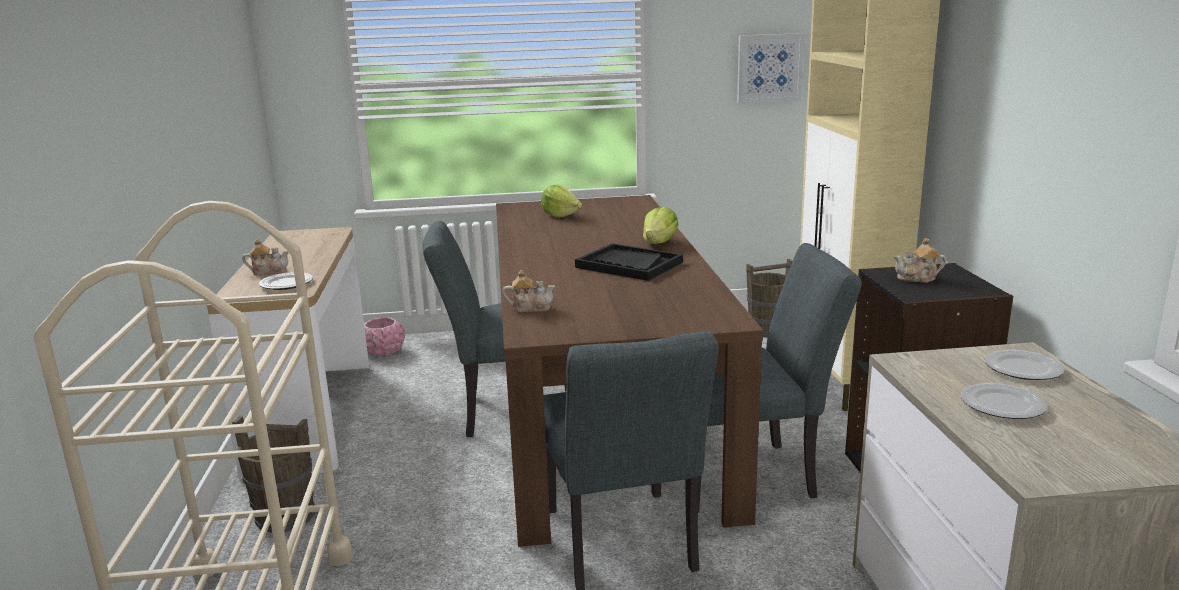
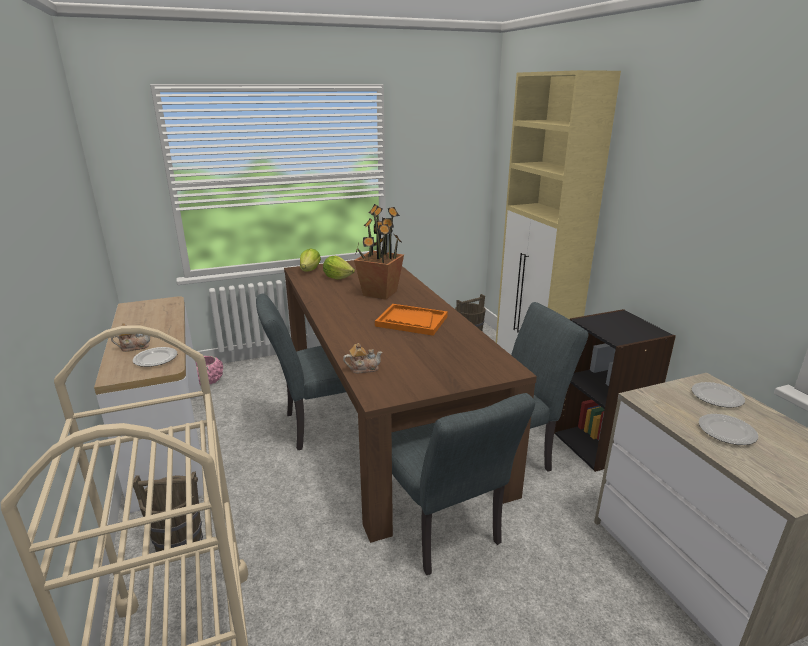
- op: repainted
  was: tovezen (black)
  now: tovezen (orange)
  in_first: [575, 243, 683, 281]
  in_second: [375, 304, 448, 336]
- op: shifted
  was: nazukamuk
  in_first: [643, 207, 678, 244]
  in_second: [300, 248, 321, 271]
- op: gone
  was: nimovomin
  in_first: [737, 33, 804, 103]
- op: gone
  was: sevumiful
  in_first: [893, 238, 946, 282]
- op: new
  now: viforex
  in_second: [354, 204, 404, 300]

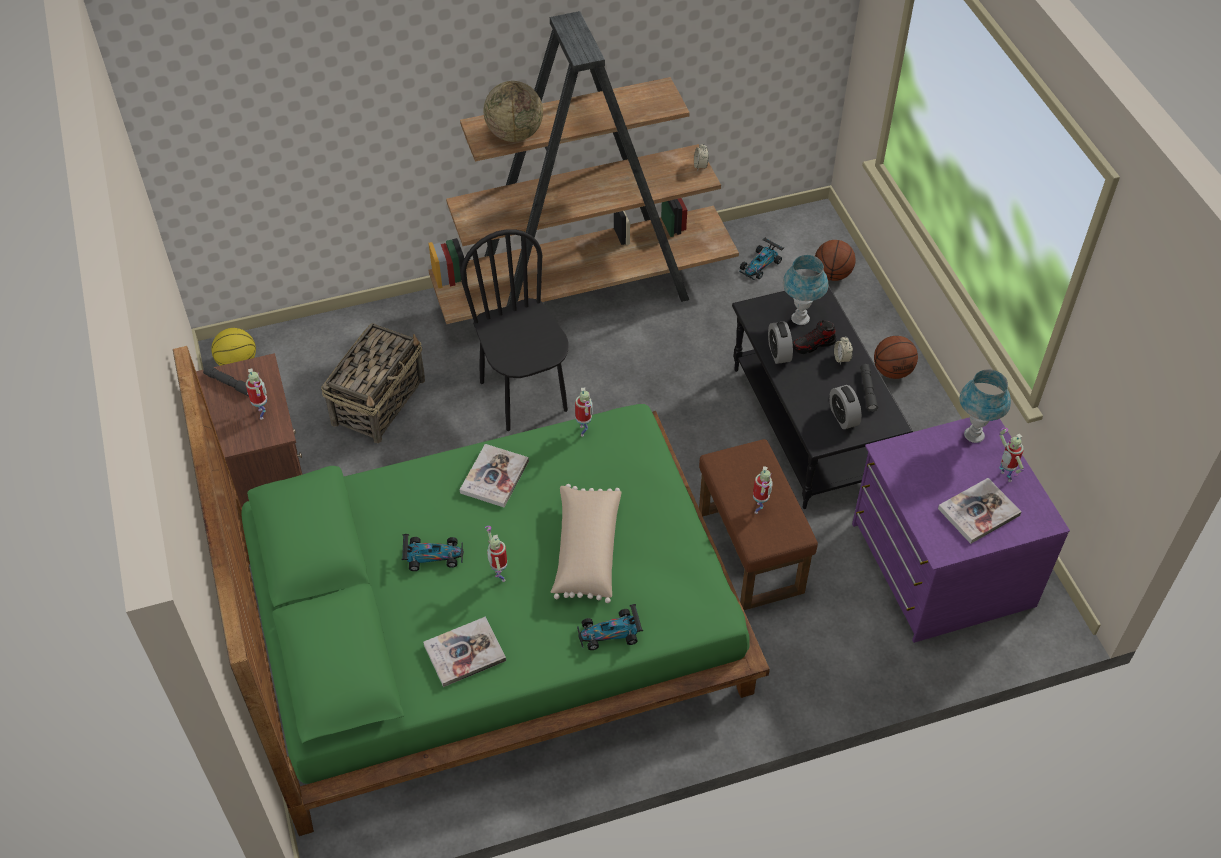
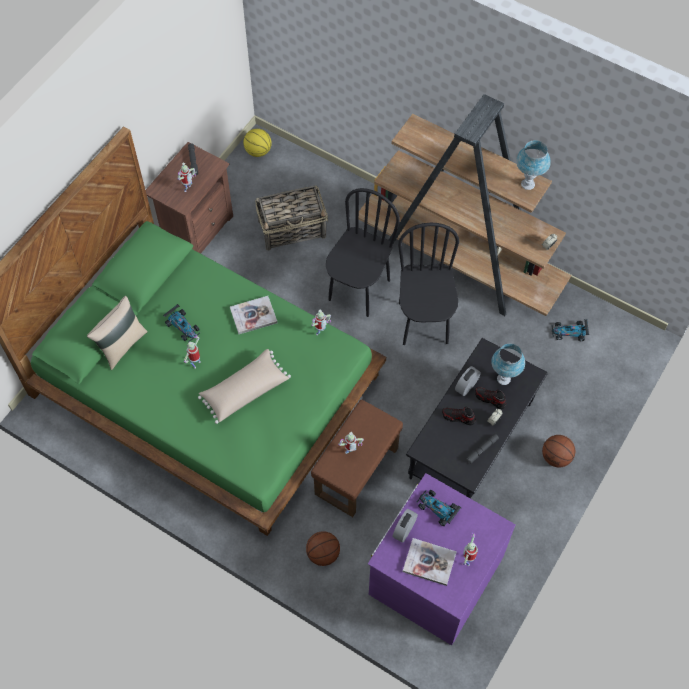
- op: gone
  was: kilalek
  in_first: [423, 617, 506, 687]
- op: gone
  was: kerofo
  in_first: [484, 81, 543, 142]
- op: shifted
  was: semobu
  in_first: [577, 604, 643, 650]
  in_second: [416, 490, 461, 526]
- op: shifted
  was: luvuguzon
  in_first: [815, 240, 856, 281]
  in_second: [306, 531, 340, 566]
- op: shifted
  was: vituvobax
  in_first: [829, 385, 862, 429]
  in_second: [393, 509, 418, 543]
- op: shifted
  was: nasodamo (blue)
  in_first: [959, 369, 1011, 443]
  in_second: [516, 140, 551, 190]
- op: new
  now: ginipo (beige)
  in_second: [87, 296, 148, 370]
- op: new
  now: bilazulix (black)
  in_second: [398, 223, 459, 345]
- op: new
  now: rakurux
  in_second: [442, 407, 476, 425]

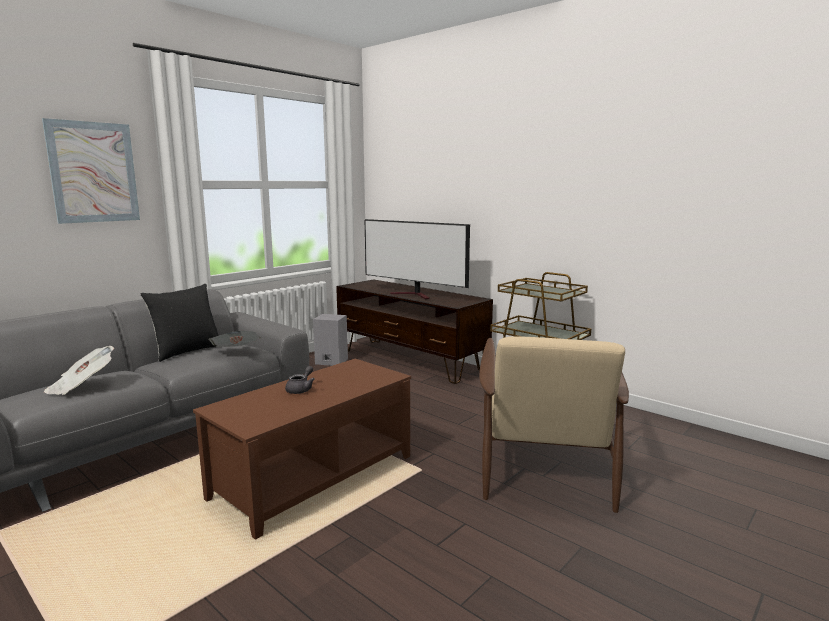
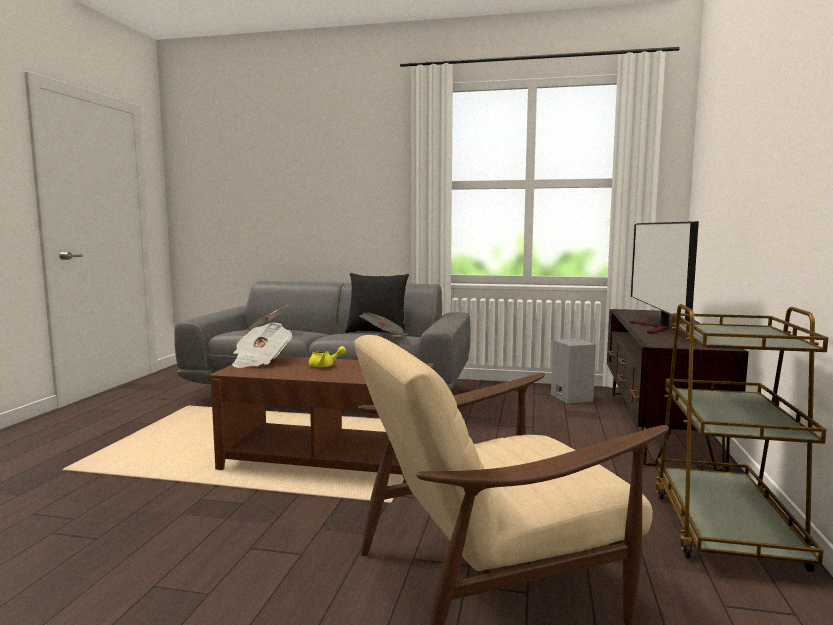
- op: gone
  was: nimovomin
  in_first: [42, 118, 140, 224]
- op: repainted
  was: sevumiful (grey)
  now: sevumiful (yellow)
  in_first: [285, 366, 315, 394]
  in_second: [309, 346, 346, 368]
- op: new
  now: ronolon
  in_second: [232, 323, 292, 368]

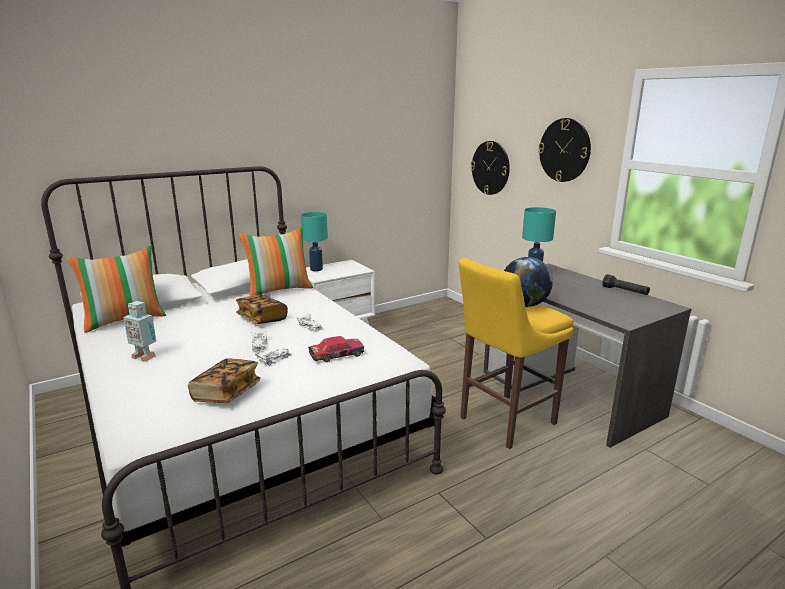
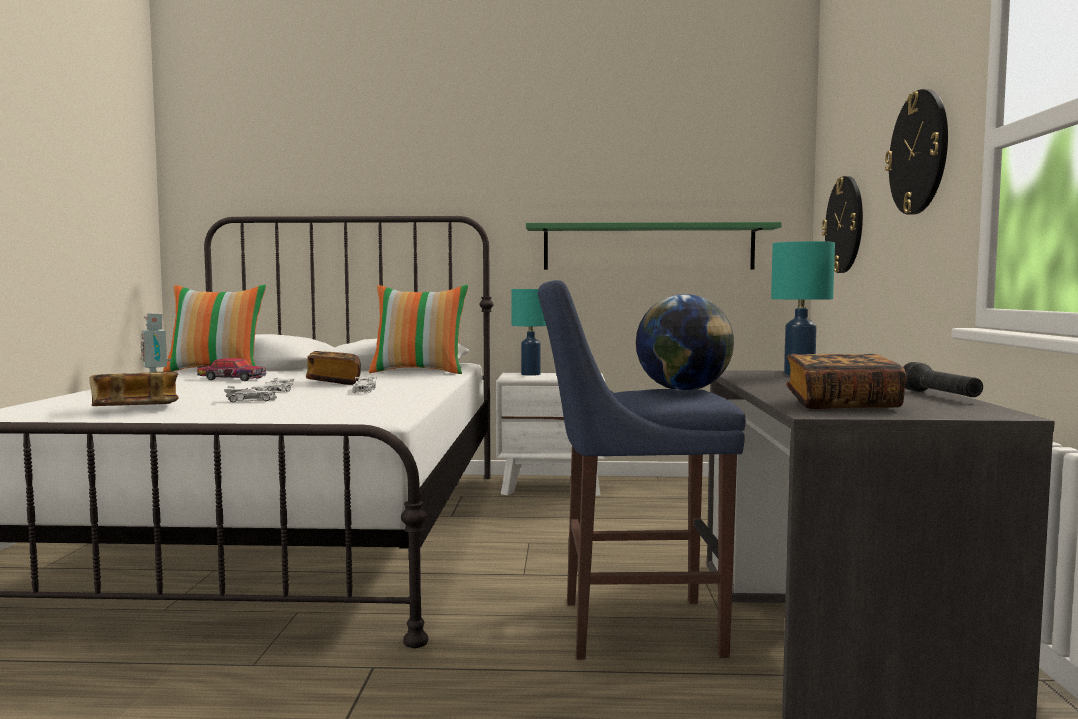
- op: shifted
  was: semobu
  in_first: [308, 336, 364, 362]
  in_second: [197, 358, 266, 381]
- op: repainted
  was: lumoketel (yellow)
  now: lumoketel (blue)
  in_first: [459, 258, 573, 449]
  in_second: [538, 280, 746, 660]
- op: new
  now: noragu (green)
  in_second: [526, 222, 782, 270]
- op: new
  now: kilalek
  in_second: [786, 354, 907, 409]

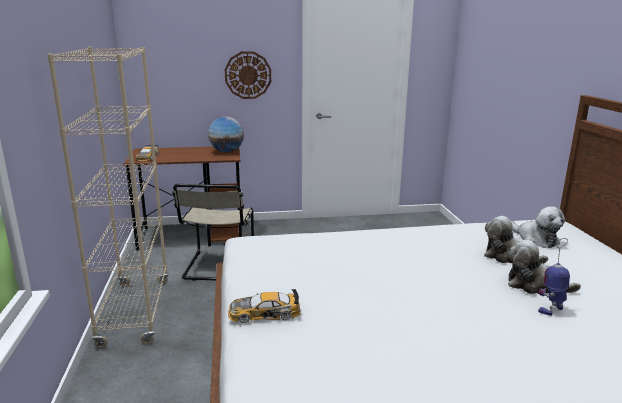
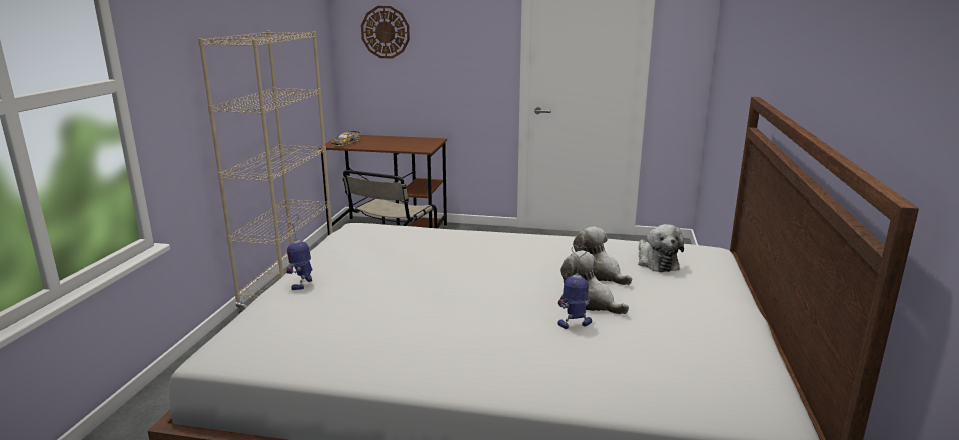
- op: gone
  was: kerofo
  in_first: [208, 117, 244, 153]
- op: shifted
  was: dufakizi
  in_first: [225, 51, 271, 99]
  in_second: [361, 6, 410, 59]
- op: swapped
  was: semobu
  now: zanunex
  in_first: [228, 289, 301, 323]
  in_second: [285, 214, 313, 290]

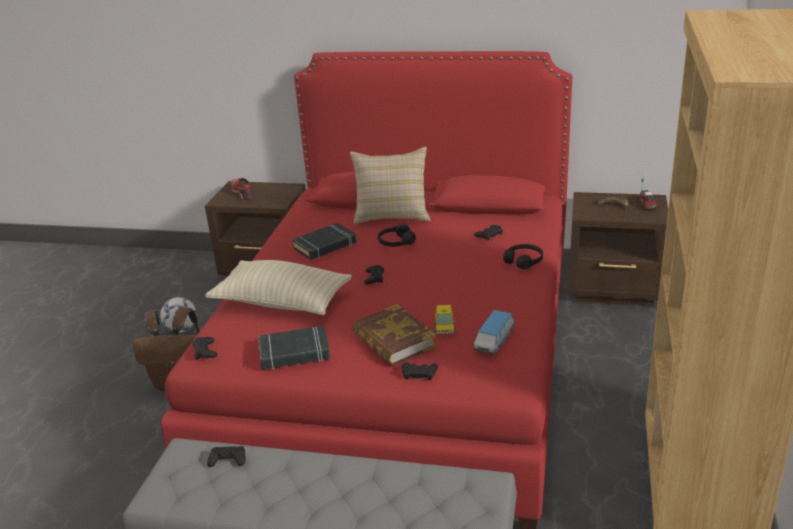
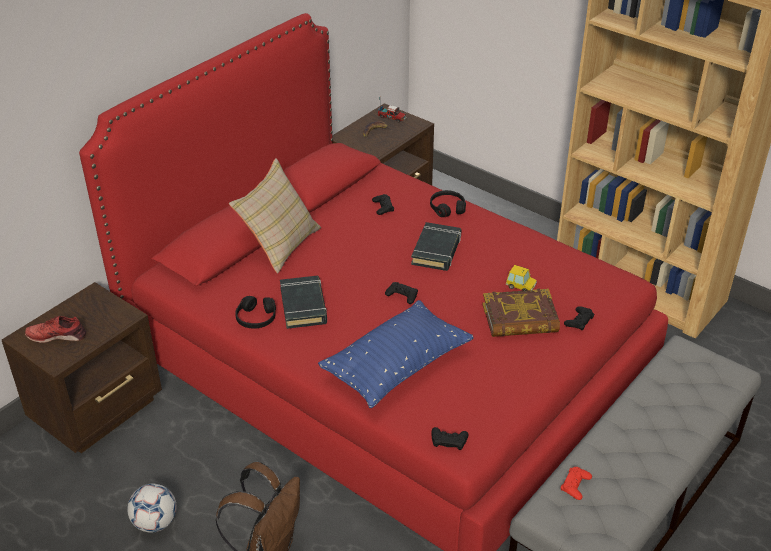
- op: repainted
  was: ginipo (beige)
  now: ginipo (blue)
  in_first: [205, 260, 352, 315]
  in_second: [318, 300, 473, 408]
- op: repainted
  was: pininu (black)
  now: pininu (red)
  in_first: [207, 446, 245, 467]
  in_second: [561, 467, 592, 500]
- op: shifted
  was: kilalek (black)
  in_first: [258, 326, 330, 370]
  in_second: [411, 222, 462, 271]
- op: shifted
  was: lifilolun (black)
  in_first: [378, 224, 416, 247]
  in_second: [235, 296, 276, 329]
- op: gone
  was: semobu
  in_first: [473, 310, 515, 354]

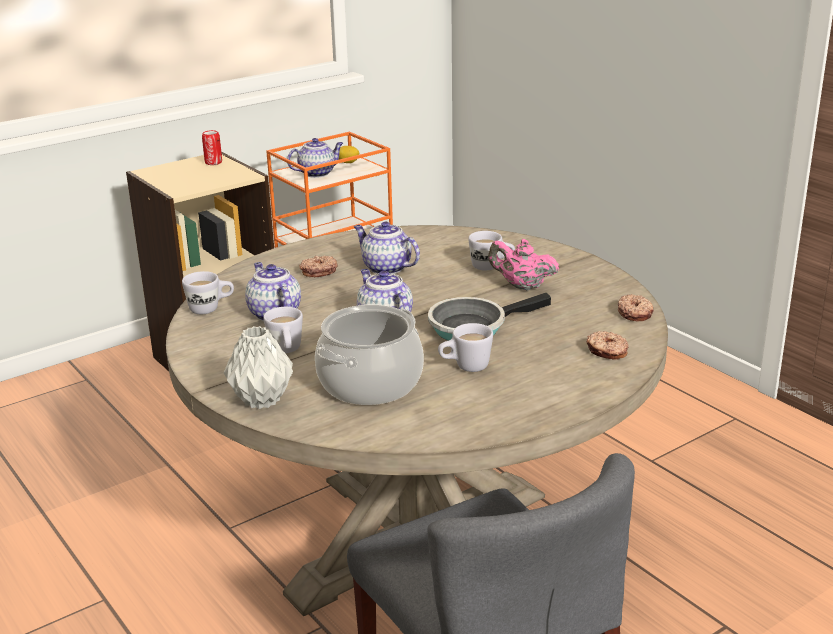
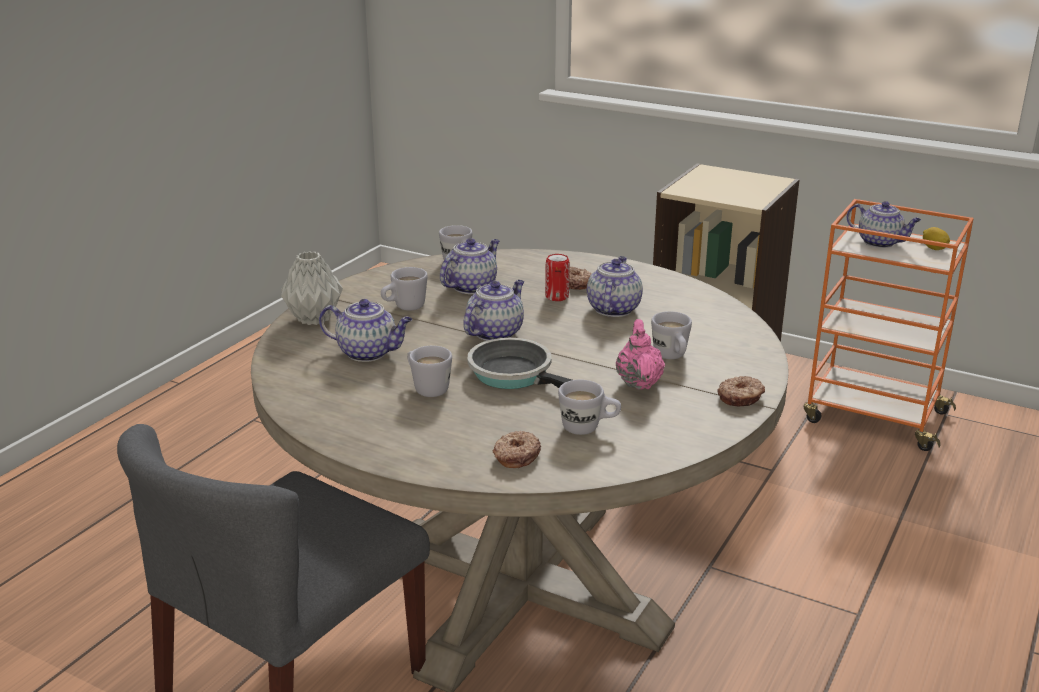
- op: shifted
  was: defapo
  in_first: [202, 130, 222, 165]
  in_second: [545, 254, 570, 301]
- op: swapped
  was: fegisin
  now: sevumiful
  in_first: [315, 305, 424, 405]
  in_second: [319, 299, 412, 362]
- op: shifted
  was: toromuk
  in_first: [618, 294, 654, 321]
  in_second: [717, 376, 765, 406]
- op: new
  now: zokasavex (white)
  in_second: [558, 380, 621, 435]

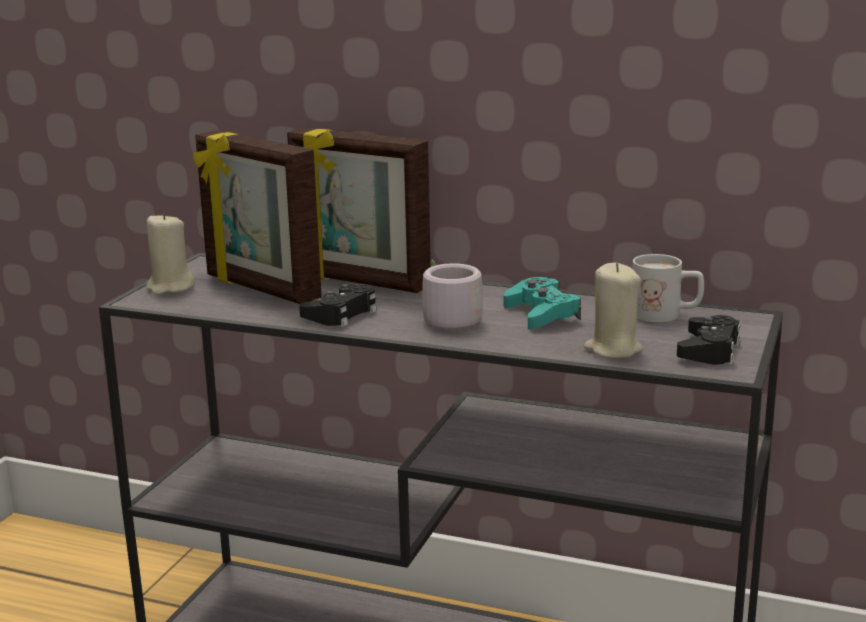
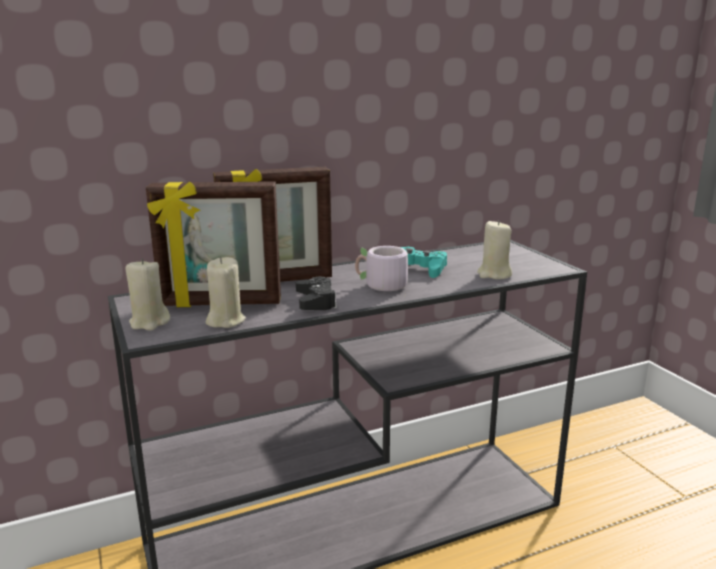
- op: gone
  was: zokasavex (white)
  in_first: [632, 254, 704, 323]
- op: gone
  was: pininu (black)
  in_first: [677, 315, 740, 365]
- op: new
  now: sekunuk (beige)
  in_second: [206, 257, 246, 328]

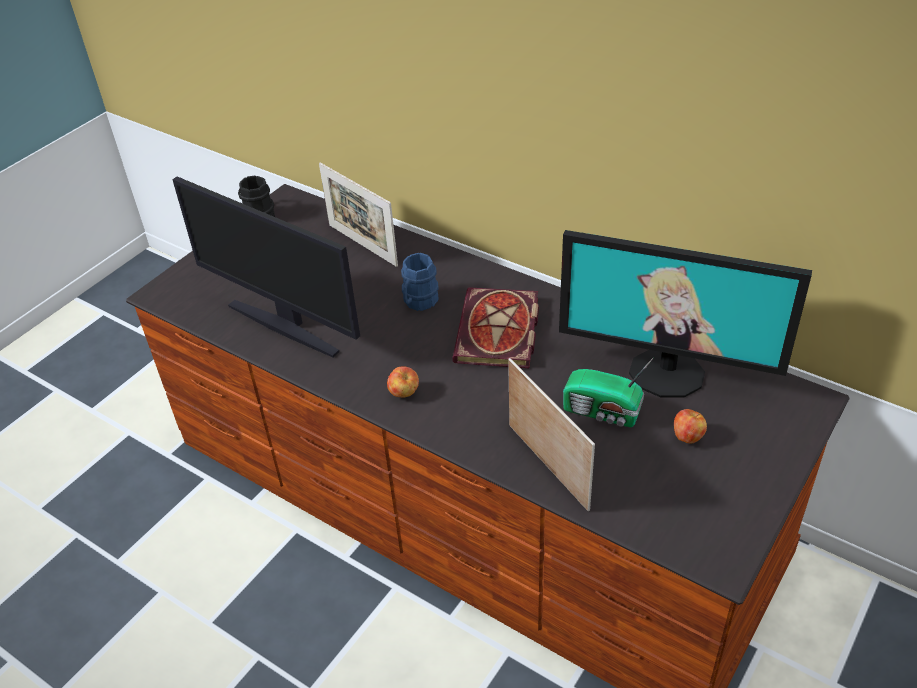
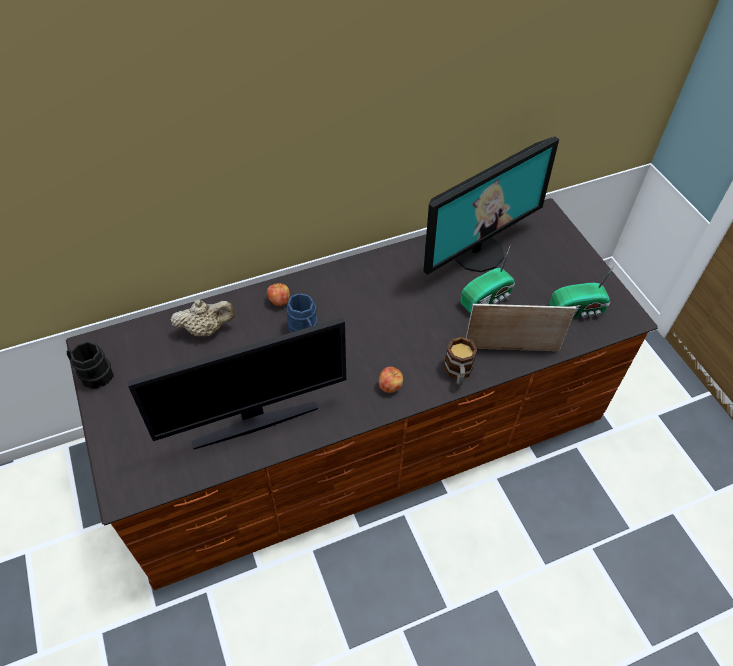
- op: swapped
  was: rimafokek
  now: sevumiful (beige)
  in_first: [319, 162, 398, 267]
  in_second: [170, 299, 235, 336]
- op: gone
  was: kilalek
  in_first: [452, 287, 539, 368]
- op: shifted
  was: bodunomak
  in_first: [674, 409, 707, 444]
  in_second: [267, 283, 290, 306]
- op: new
  now: zokasavex
  in_second: [444, 337, 477, 385]
- op: new
  now: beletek
  in_second: [549, 263, 616, 318]

